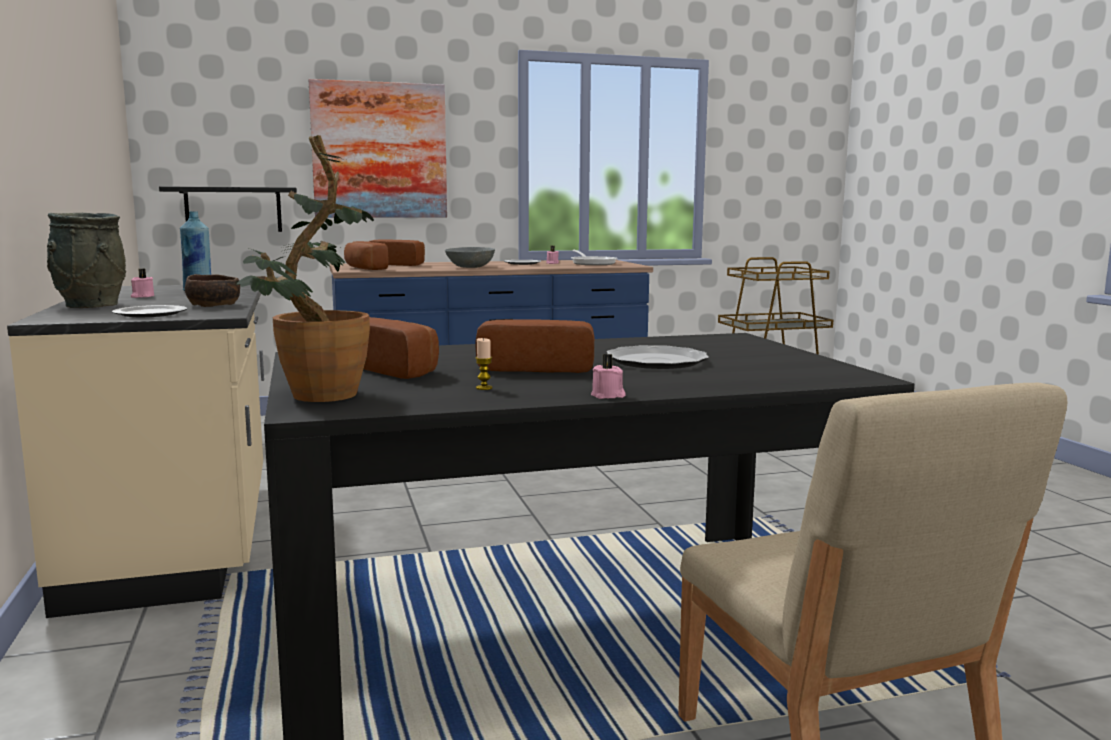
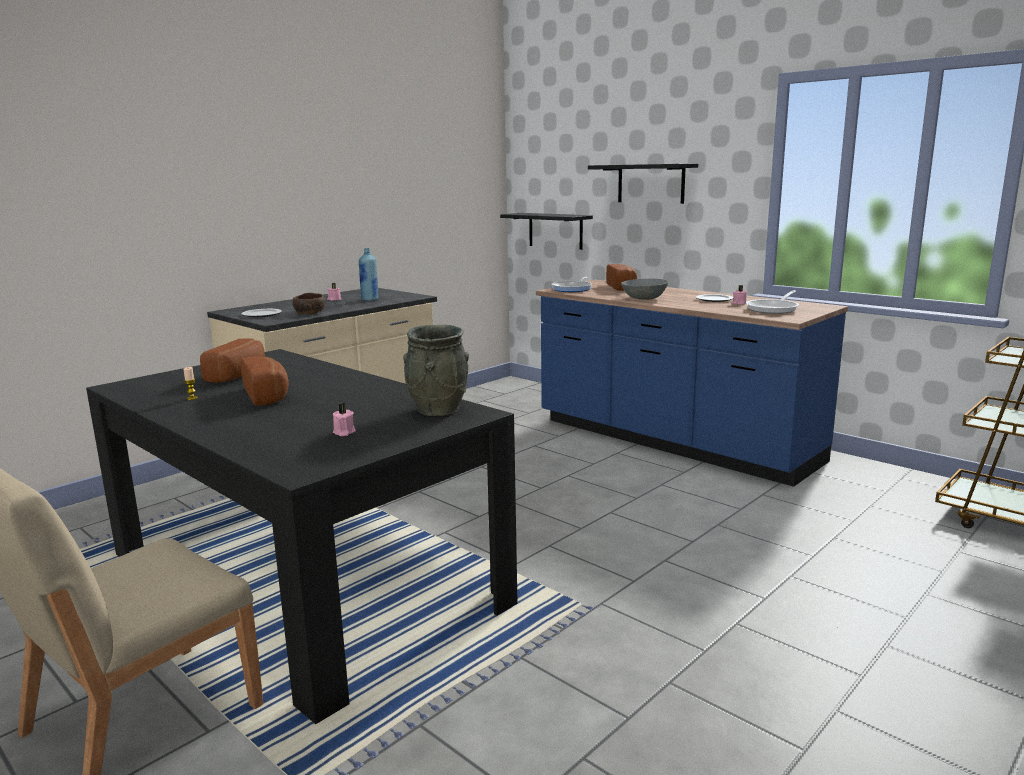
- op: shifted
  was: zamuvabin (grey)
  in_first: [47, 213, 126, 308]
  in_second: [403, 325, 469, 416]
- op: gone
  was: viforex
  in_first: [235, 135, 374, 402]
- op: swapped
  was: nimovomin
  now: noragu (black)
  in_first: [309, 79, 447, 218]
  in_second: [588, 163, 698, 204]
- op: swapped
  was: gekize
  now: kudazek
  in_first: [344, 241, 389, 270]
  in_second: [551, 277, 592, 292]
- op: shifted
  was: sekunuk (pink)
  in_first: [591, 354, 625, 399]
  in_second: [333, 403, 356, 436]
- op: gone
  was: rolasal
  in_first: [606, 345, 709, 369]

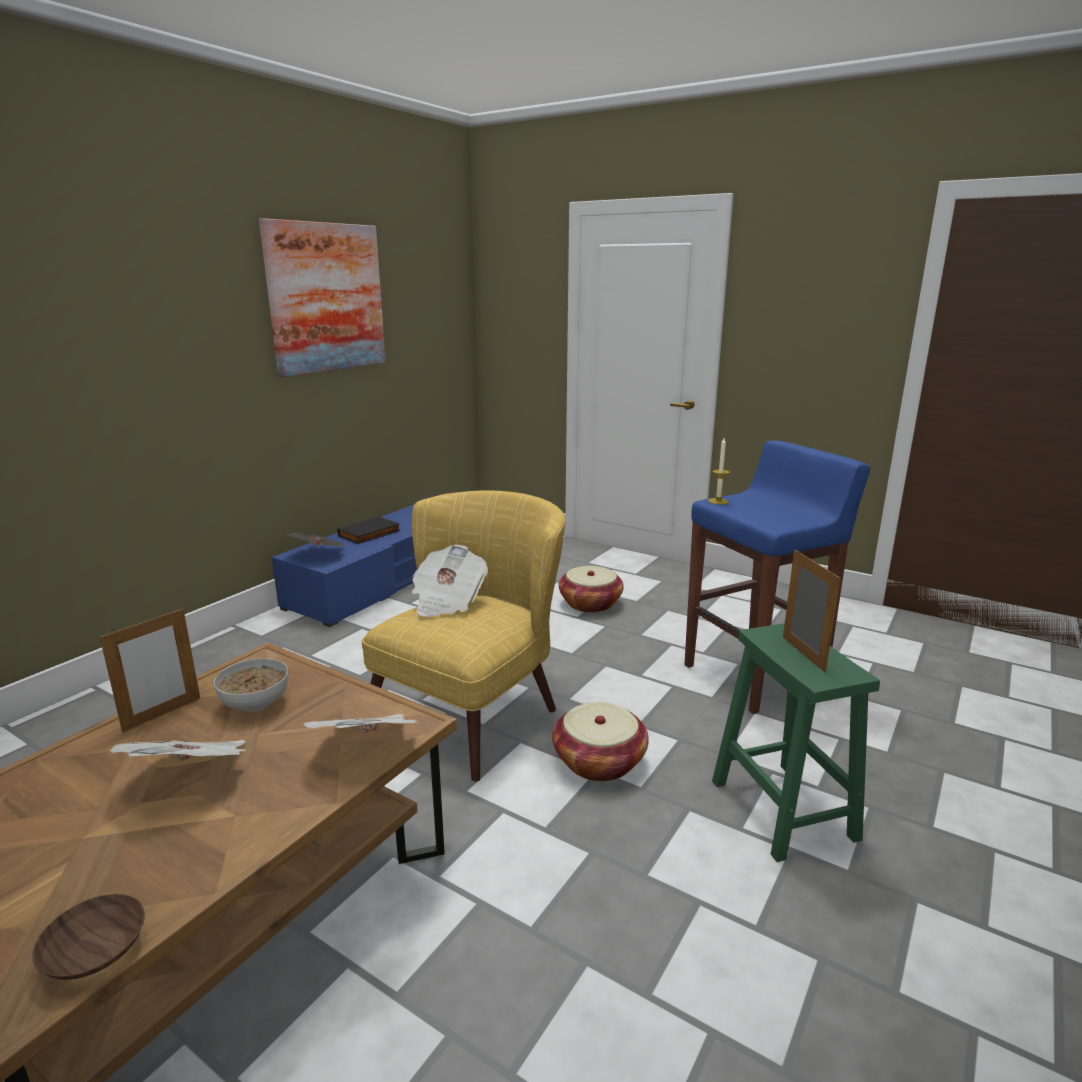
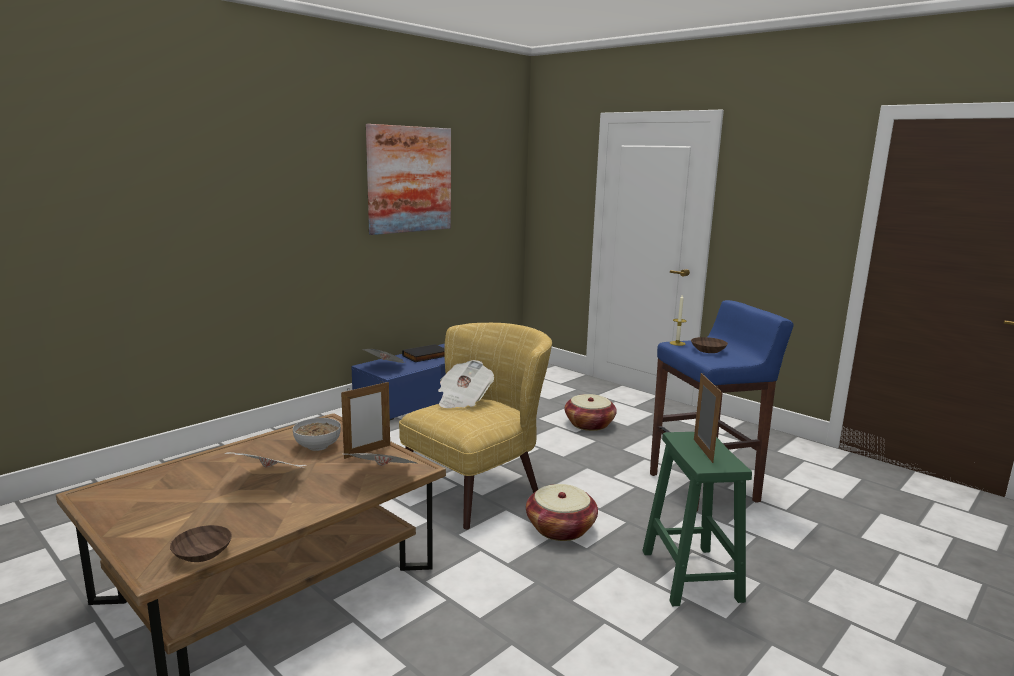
- op: shifted
  was: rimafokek
  in_first: [100, 609, 200, 732]
  in_second: [341, 381, 390, 459]
- op: new
  now: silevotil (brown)
  in_second: [691, 337, 728, 353]

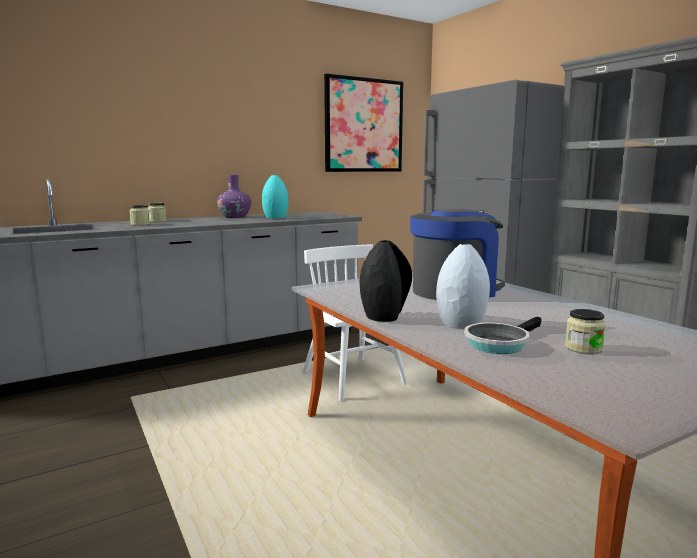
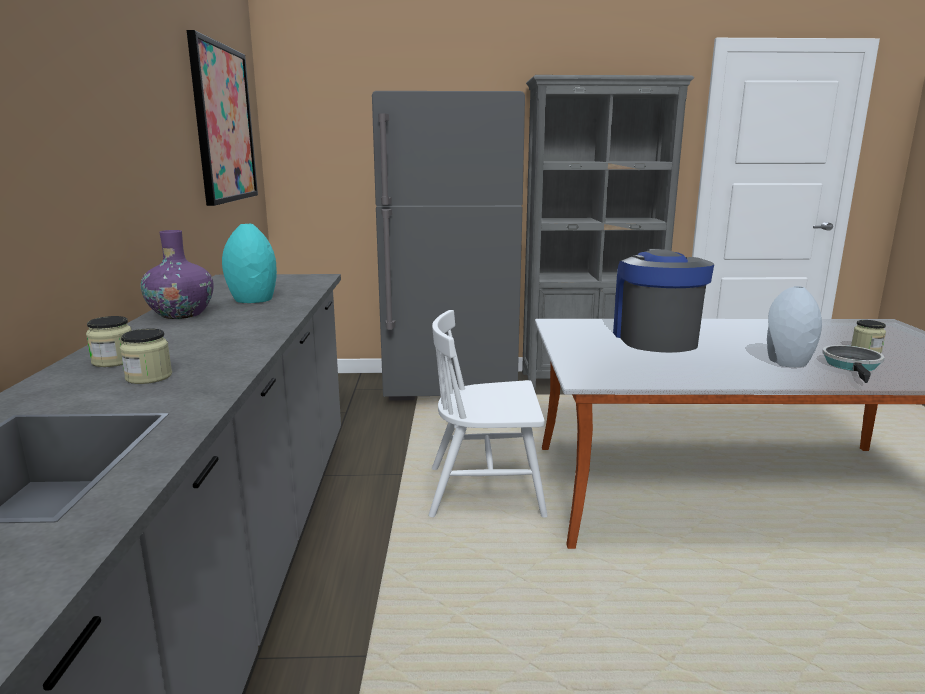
- op: gone
  was: zamuvabin (black)
  in_first: [359, 240, 412, 322]
- op: rotated
  was: kudazek
  in_first: [464, 317, 542, 354]
  in_second: [822, 345, 885, 383]
  clockwise: -150

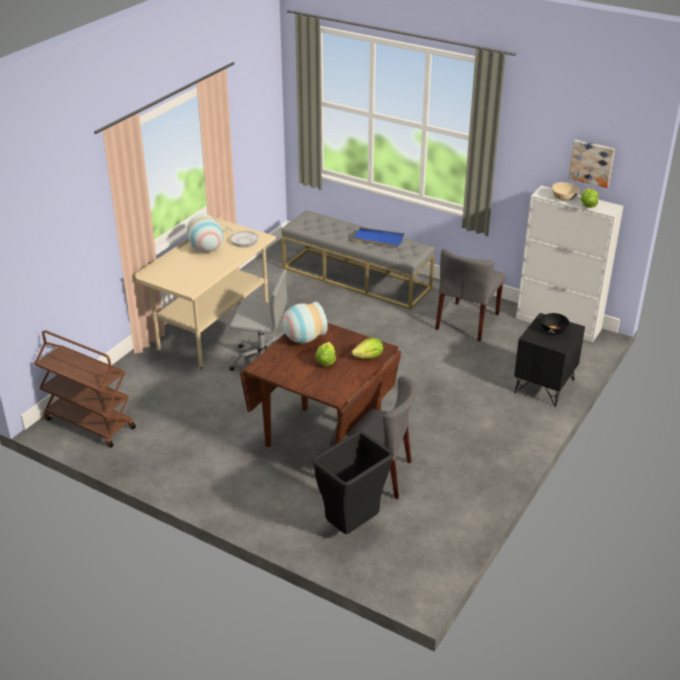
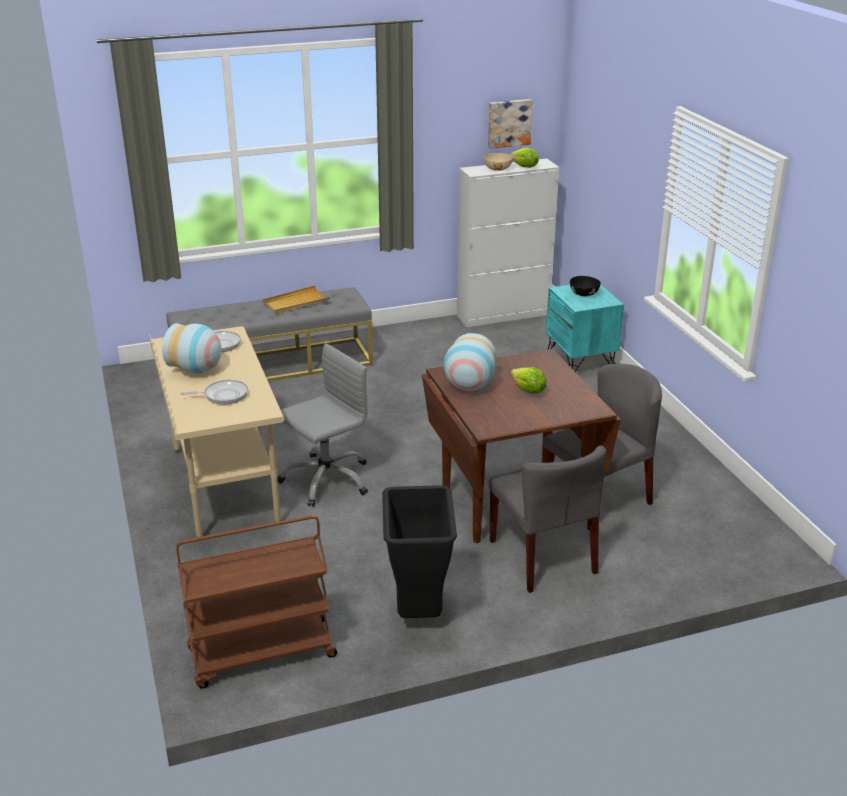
- op: shifted
  was: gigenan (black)
  in_first: [312, 431, 394, 534]
  in_second: [382, 485, 457, 618]
- op: gone
  was: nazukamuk
  in_first: [351, 338, 383, 359]
- op: repainted
  was: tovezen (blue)
  now: tovezen (beige)
  in_first: [353, 227, 405, 247]
  in_second: [263, 286, 330, 314]
- op: shifted
  was: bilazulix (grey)
  in_first: [435, 249, 506, 342]
  in_second: [489, 446, 607, 593]
- op: repainted
  was: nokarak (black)
  now: nokarak (turquoise)
  in_first: [514, 313, 585, 407]
  in_second: [546, 284, 624, 372]
- op: new
  now: kudazek
  in_second: [180, 380, 248, 405]

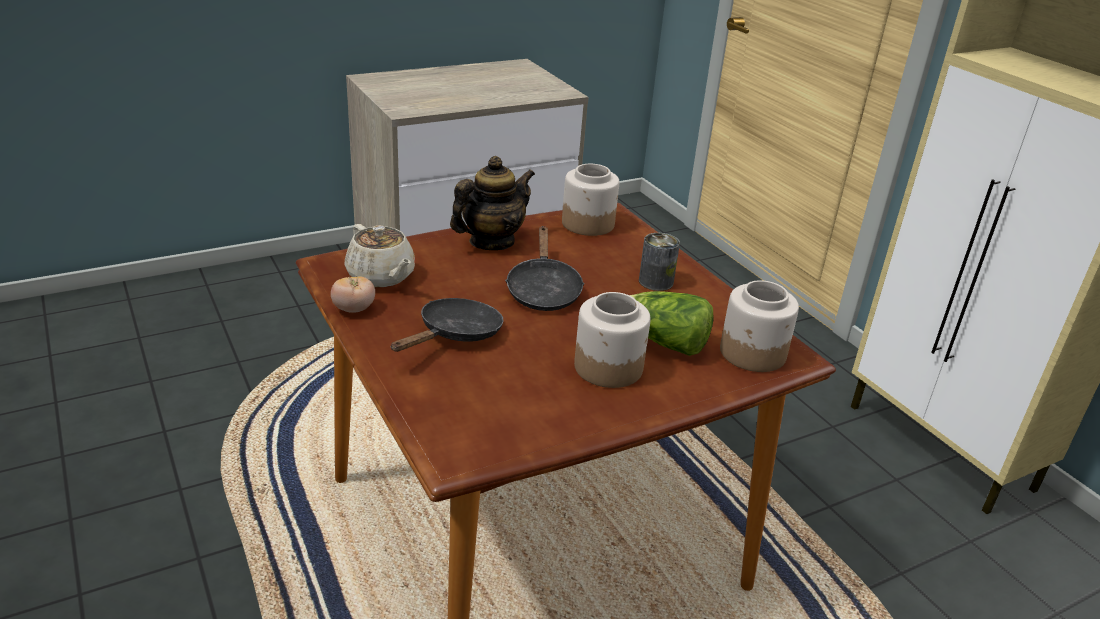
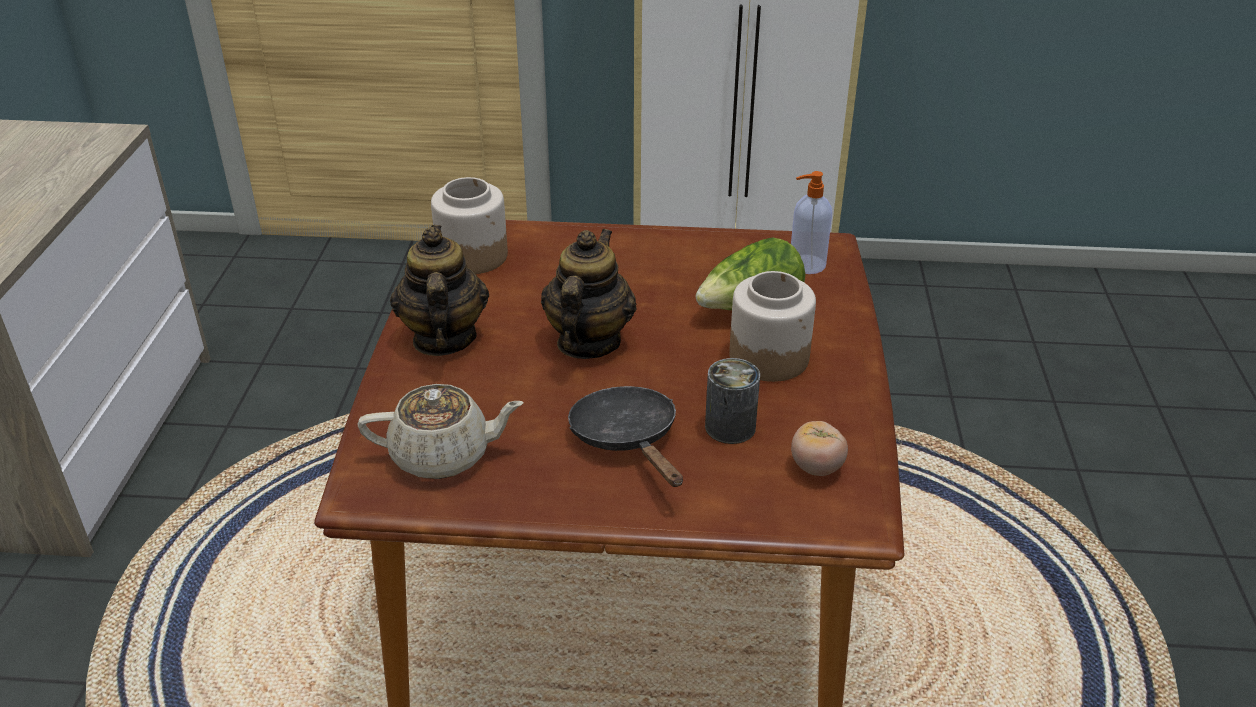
- op: shifted
  was: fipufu
  in_first: [331, 277, 375, 313]
  in_second: [791, 421, 848, 476]
- op: swapped
  was: kudazek (black)
  now: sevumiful
  in_first: [505, 226, 585, 311]
  in_second: [541, 229, 637, 359]
- op: shifted
  was: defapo
  in_first: [639, 233, 680, 291]
  in_second: [705, 358, 760, 444]
- op: swapped
  was: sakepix
  now: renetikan
  in_first: [720, 280, 799, 372]
  in_second: [791, 171, 832, 274]

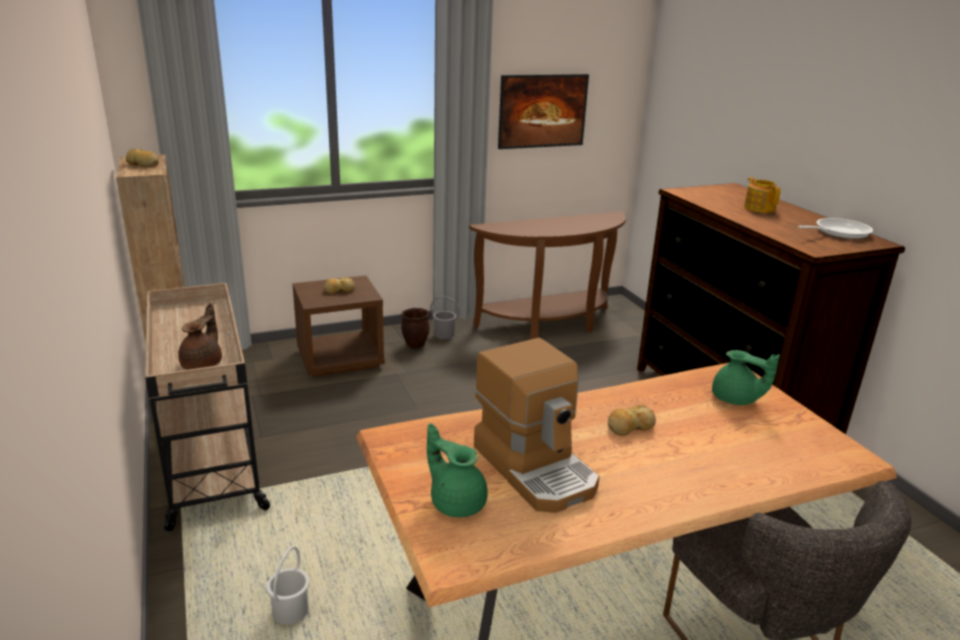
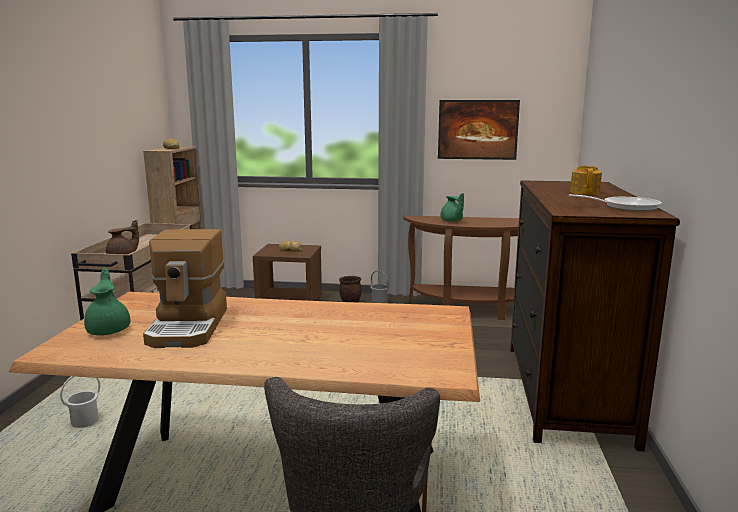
- op: gone
  was: gekize
  in_first: [607, 404, 656, 436]
- op: shifted
  was: sevumiful (green)
  in_first: [712, 350, 780, 405]
  in_second: [440, 193, 464, 222]

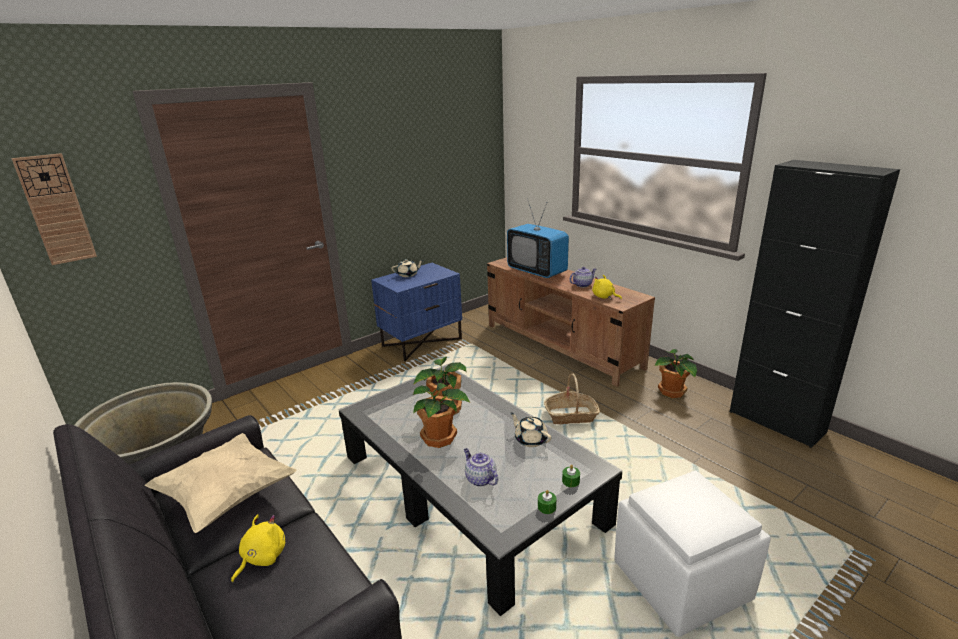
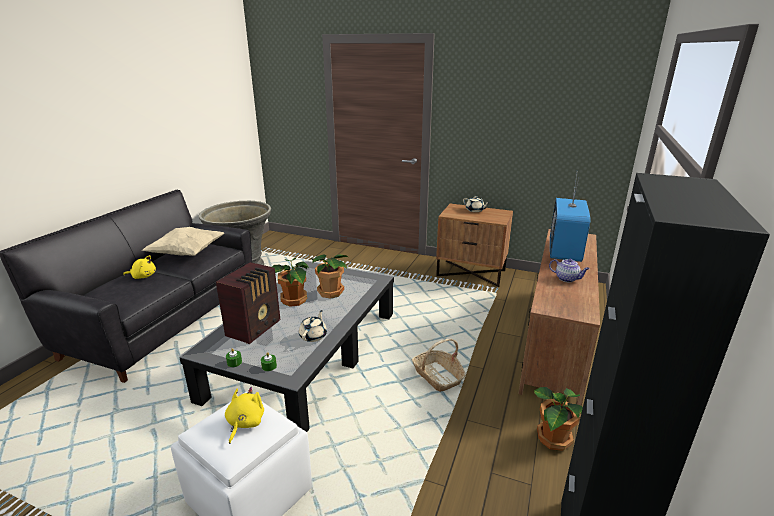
- op: gone
  was: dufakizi
  in_first: [11, 153, 97, 265]
- op: repainted
  was: nokarak (blue)
  now: nokarak (brown)
  in_first: [371, 263, 462, 361]
  in_second: [436, 204, 513, 287]
- op: swapped
  was: sevumiful
  now: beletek
  in_first: [464, 448, 498, 487]
  in_second: [216, 262, 280, 344]
- op: shifted
  was: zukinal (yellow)
  in_first: [592, 275, 622, 300]
  in_second: [225, 387, 264, 444]

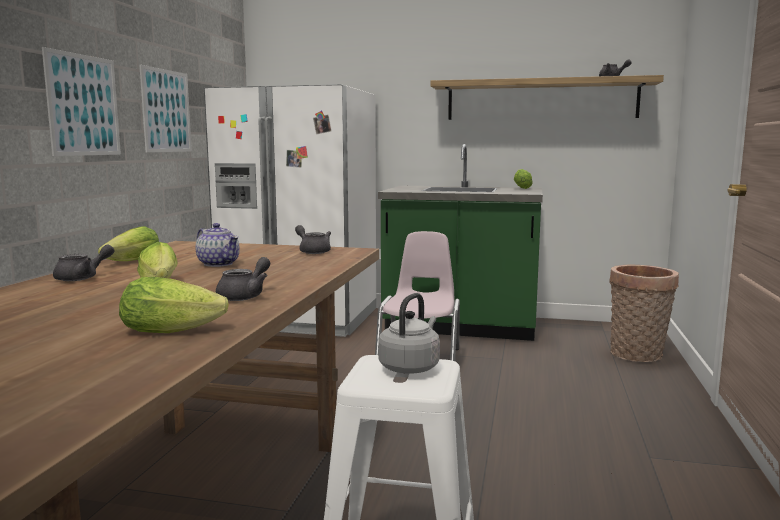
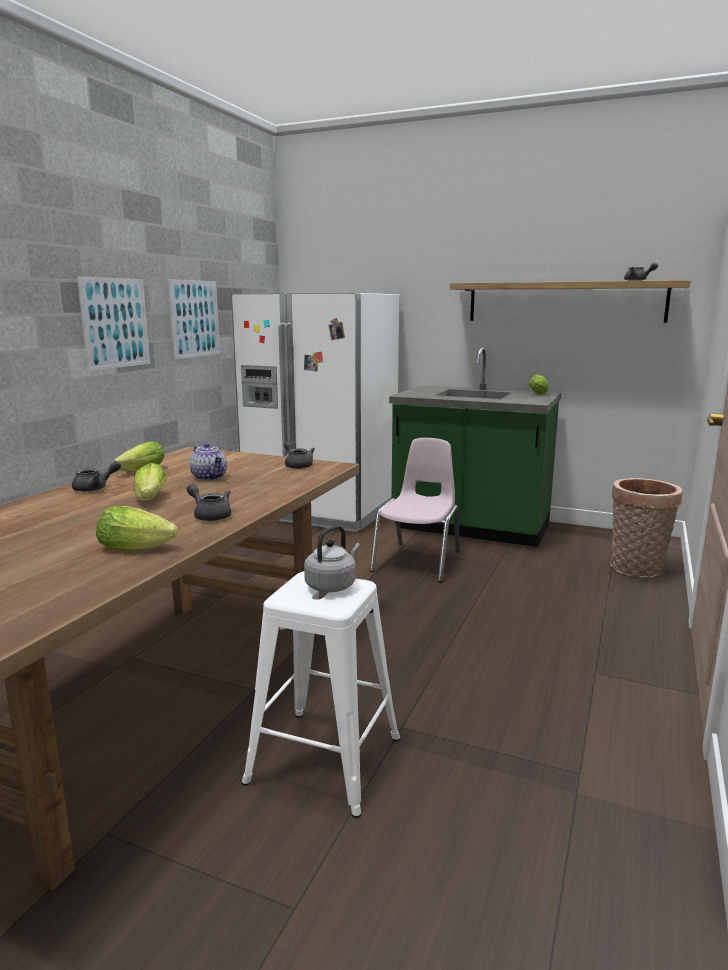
- op: rotated
  was: sevumiful (grey)
  in_first: [216, 257, 270, 301]
  in_second: [187, 484, 231, 521]
  clockwise: -90

